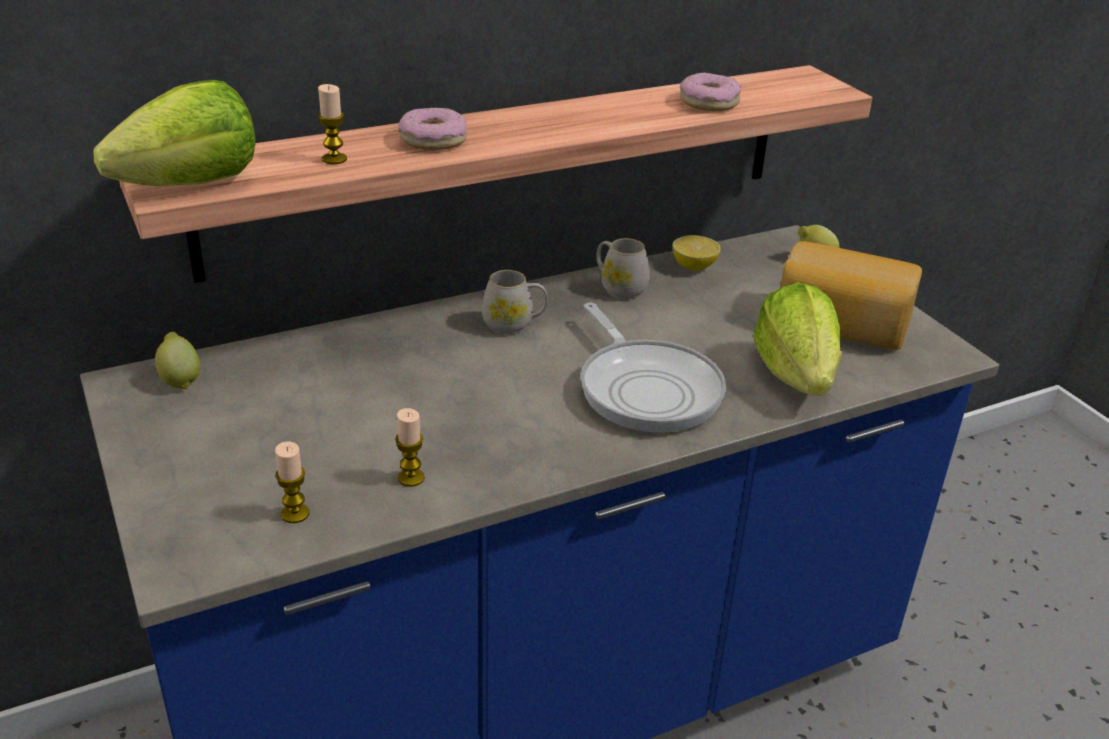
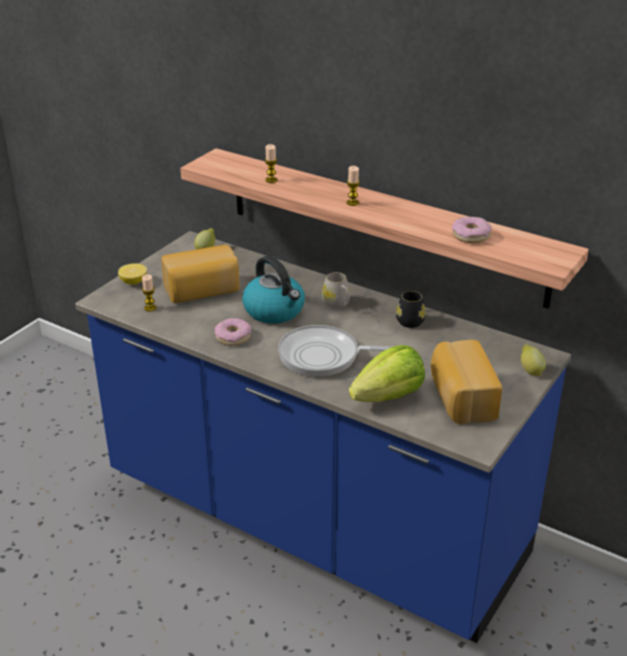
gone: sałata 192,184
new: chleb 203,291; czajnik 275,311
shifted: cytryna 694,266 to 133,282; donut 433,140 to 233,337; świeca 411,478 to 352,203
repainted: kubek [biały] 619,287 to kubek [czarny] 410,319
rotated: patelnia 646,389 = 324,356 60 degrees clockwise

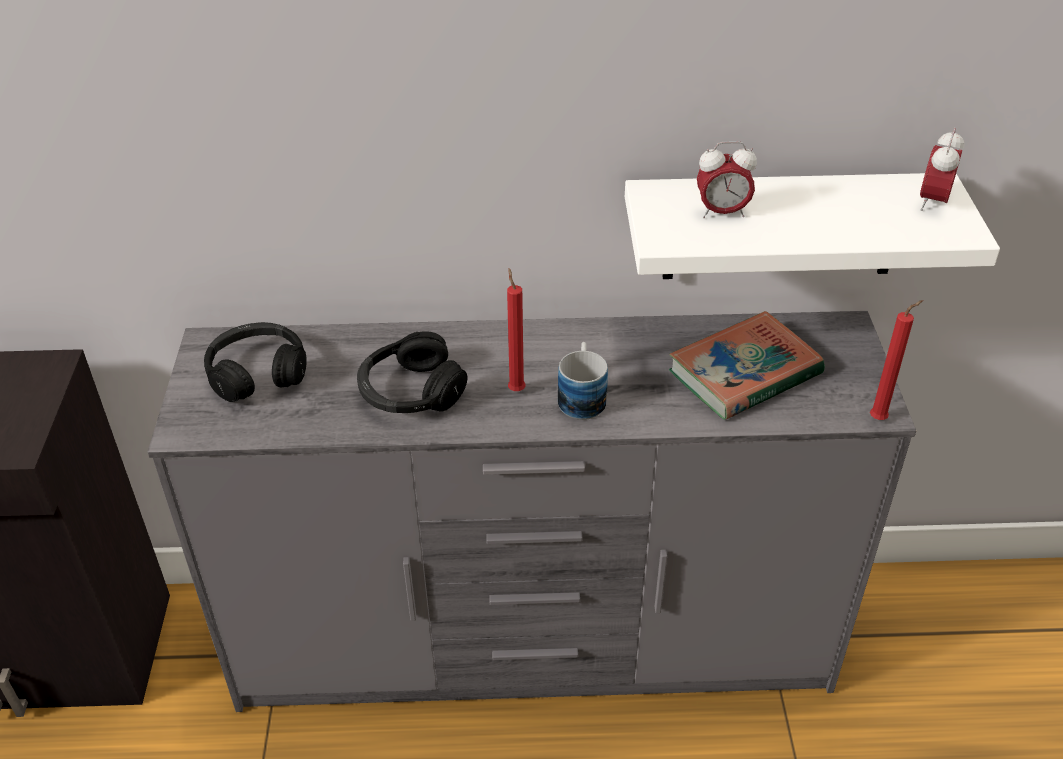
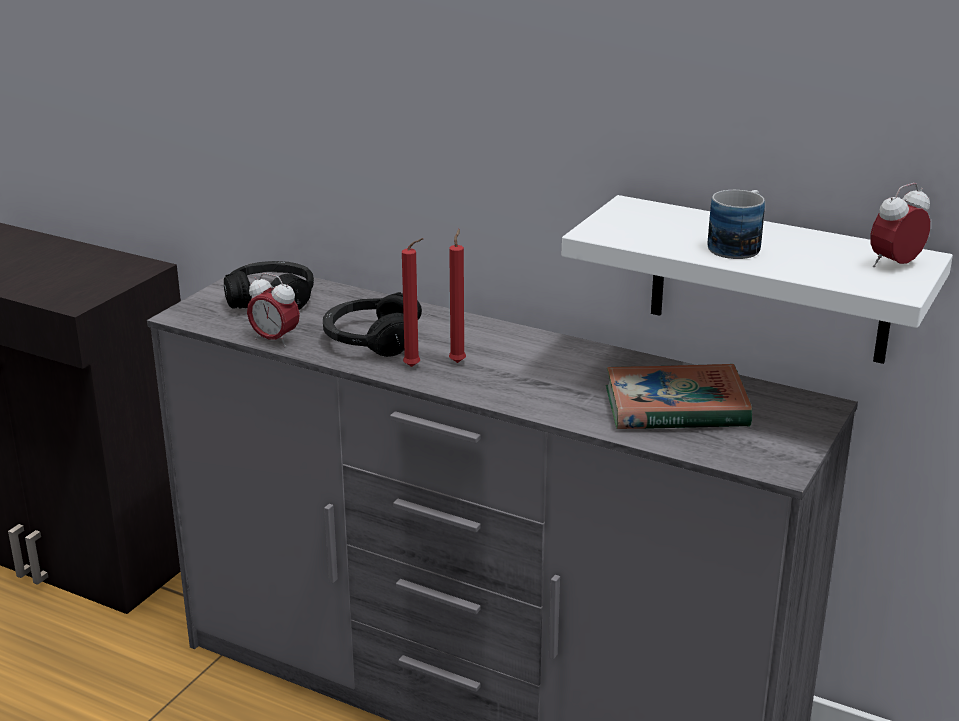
shifted: budzik 722,212 to 275,340; świeca [czerwony] 880,418 to 414,367; kubek 582,396 to 738,245

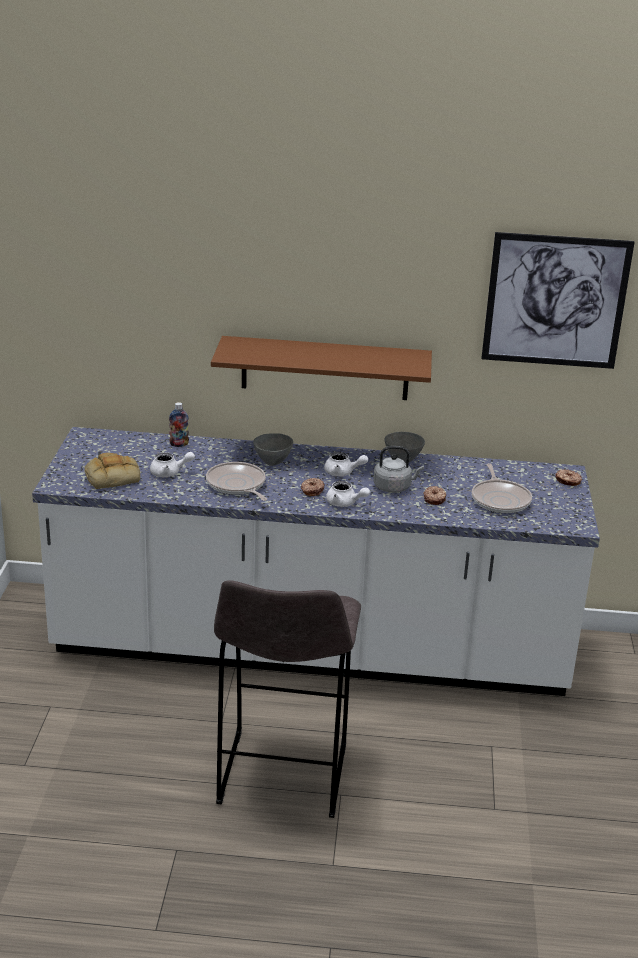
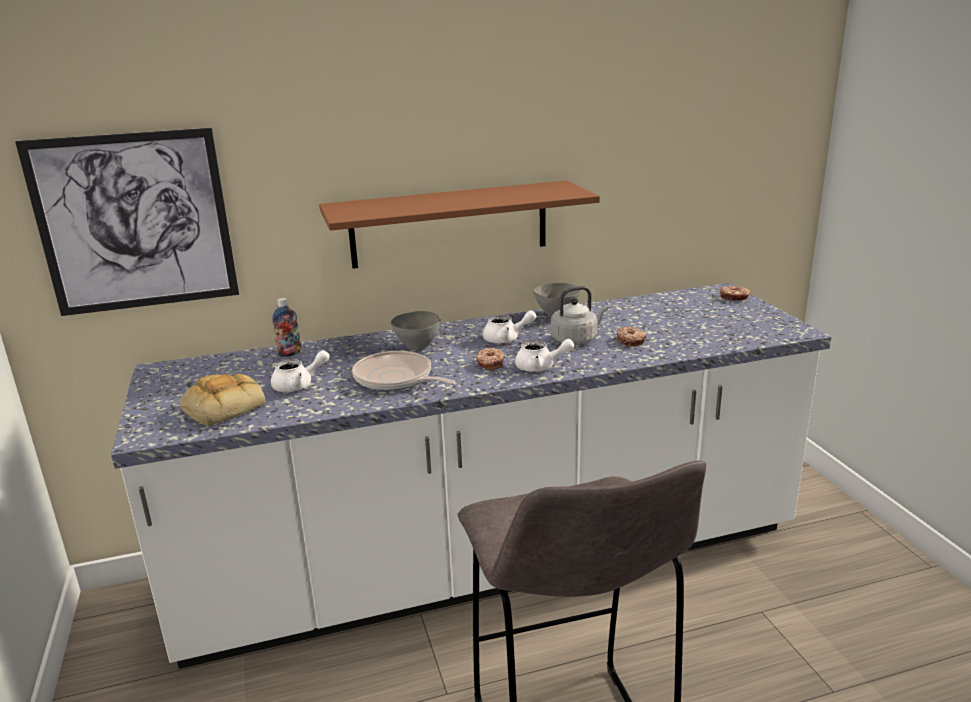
gone: patelnia 500,499
shifted: obraz 555,301 to 135,222

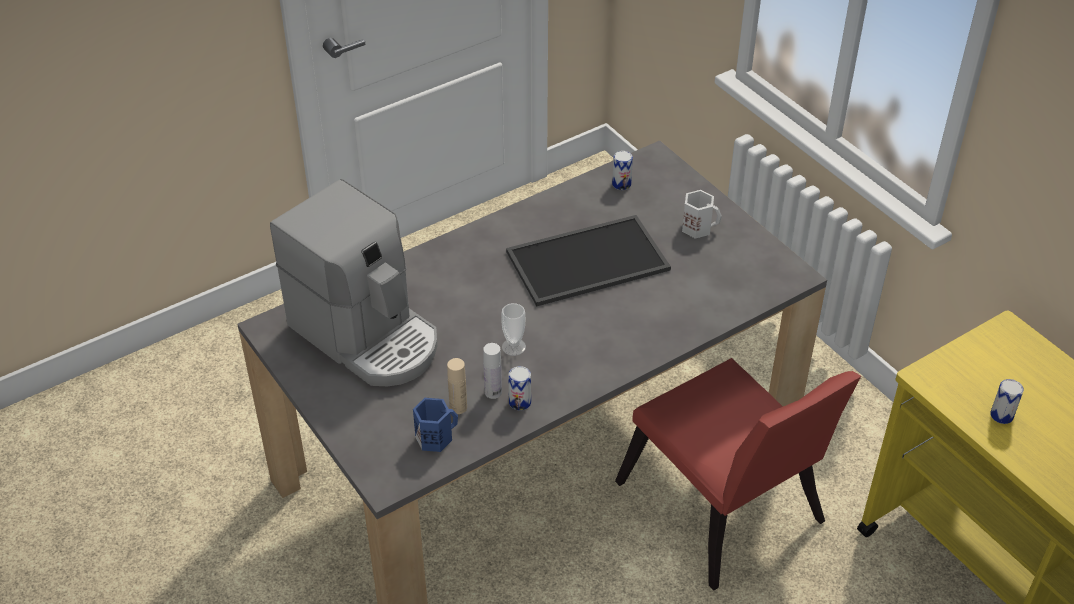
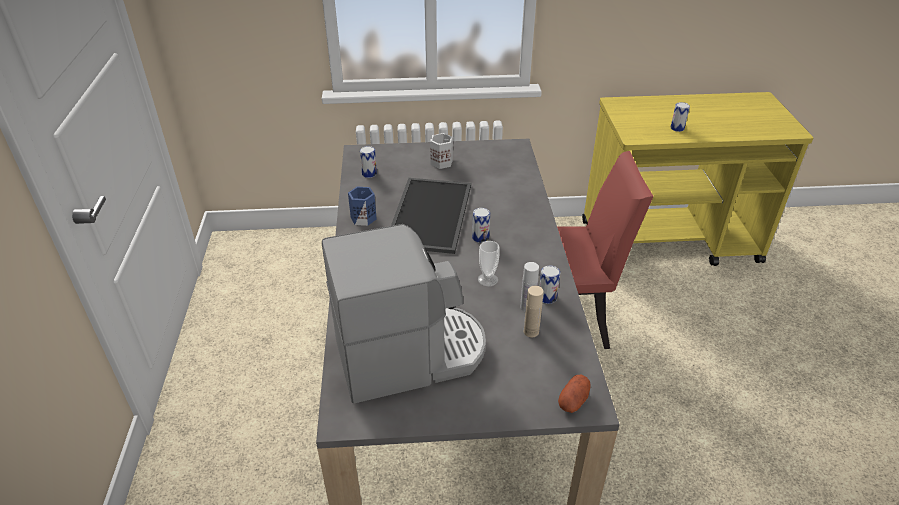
new: puszka 480,238; ziemniak 573,401
shifted: kubek [niebieski] 434,437 to 363,217

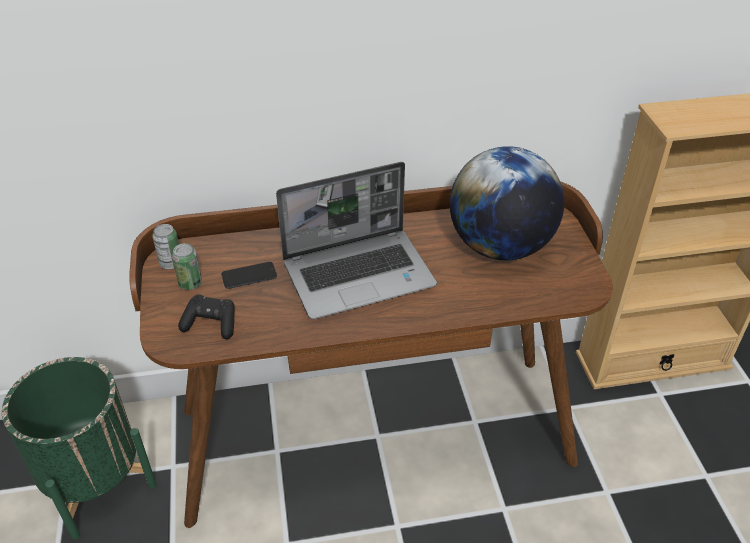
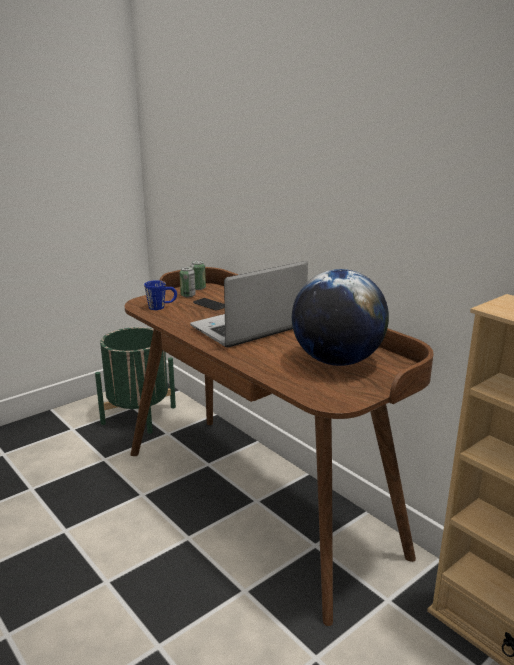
swapped: pad do gier [czarny] 211,324 to kubek [niebieski] 161,307
rotated: laptop 360,274 = 247,328 105 degrees clockwise

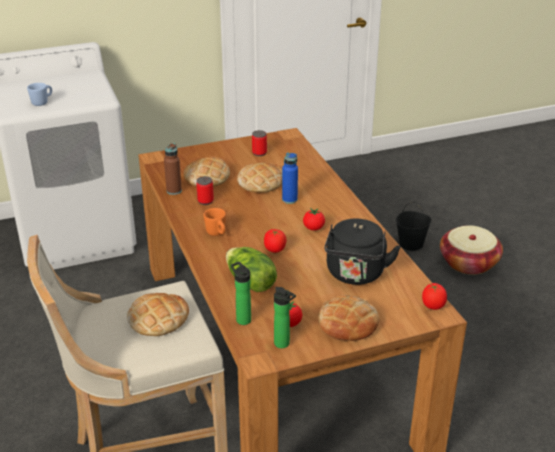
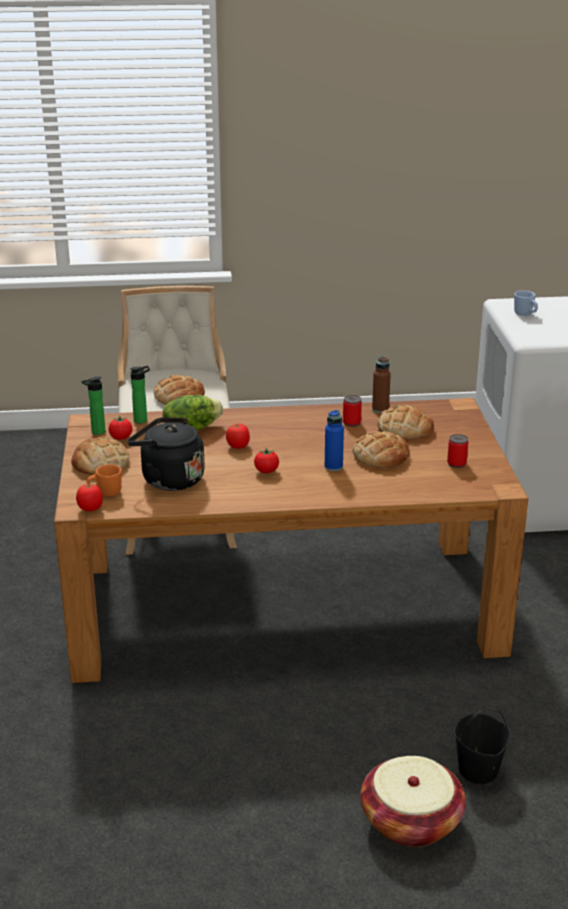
shifted: kubek [pomarańczowy] 217,234 to 105,493

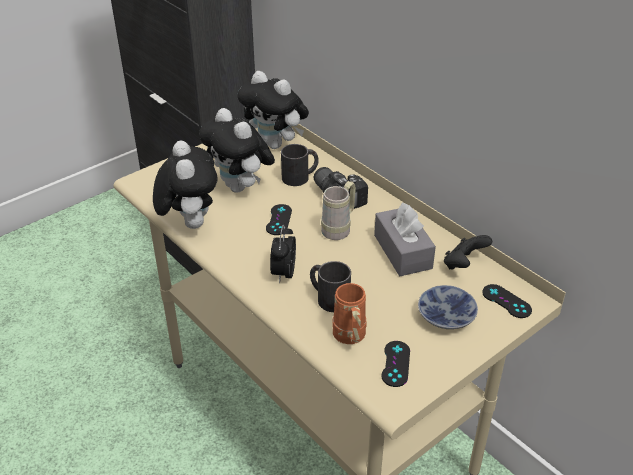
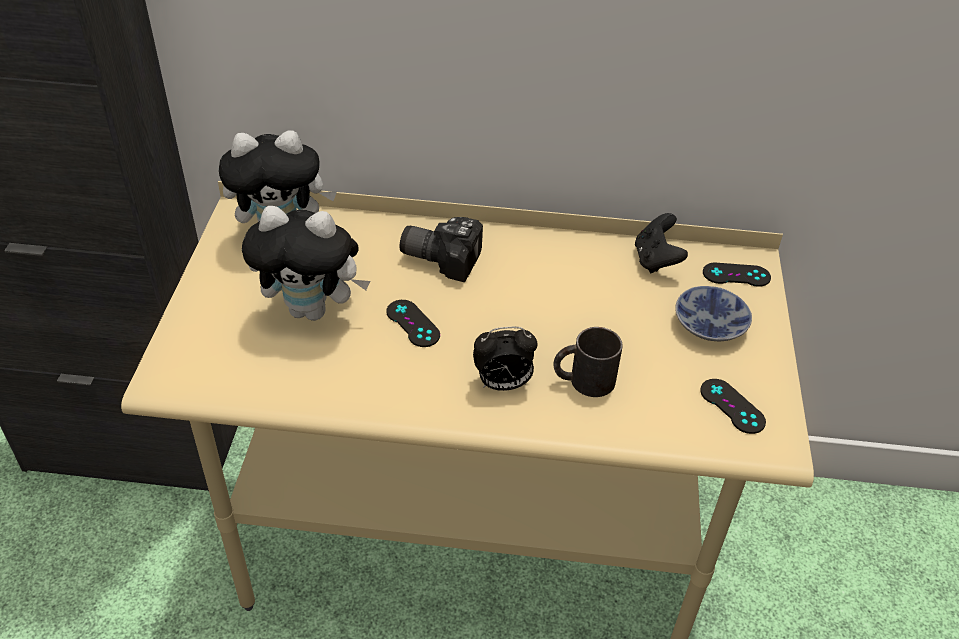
gone: pluszak 189,222; kubek [czarny] 300,177; kubek [beżowy] 339,229; kubek [pomarańczowy] 350,338; pudełko chusteczek [szary] 402,252
rotated: budzik 283,273 = 502,384 60 degrees counterclockwise

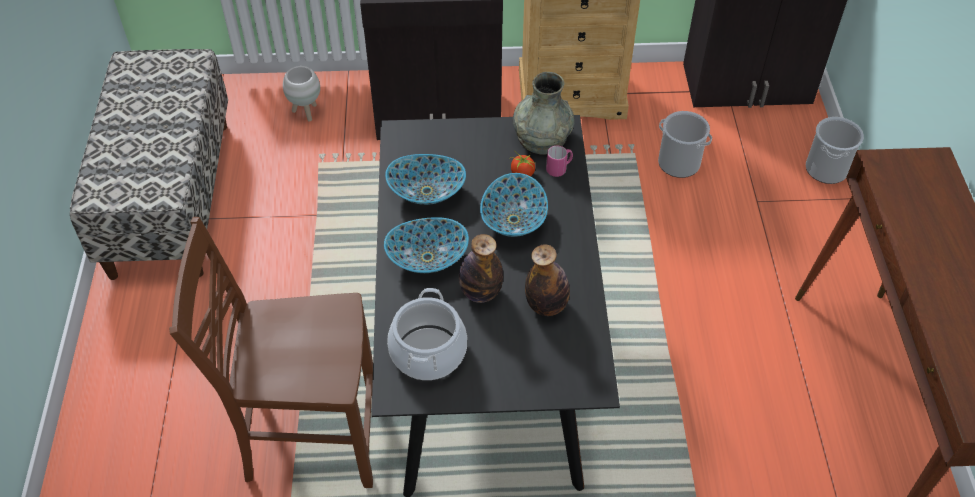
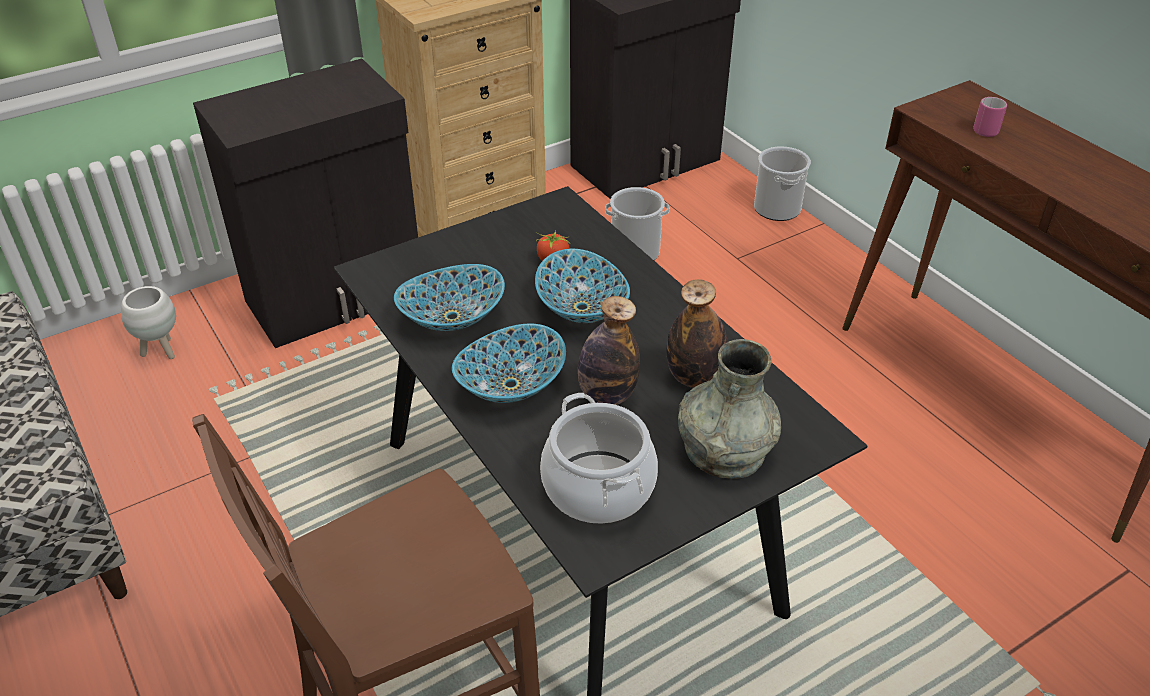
shifted: wazon [szary] 542,136 to 724,449; kubek [różowy] 559,169 to 986,129

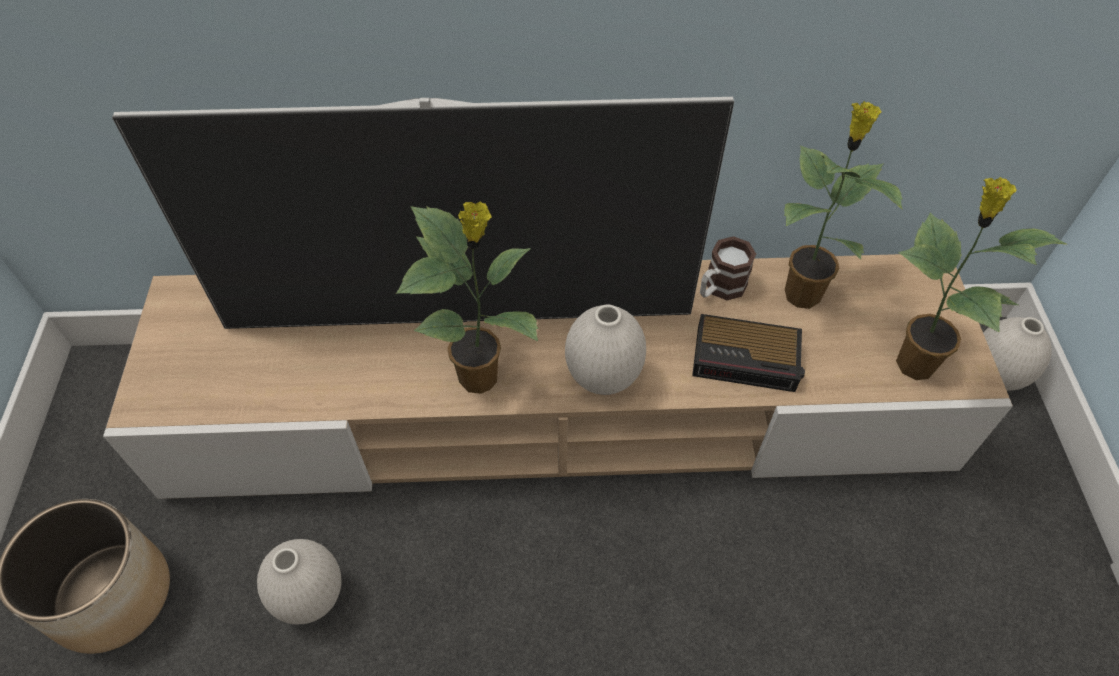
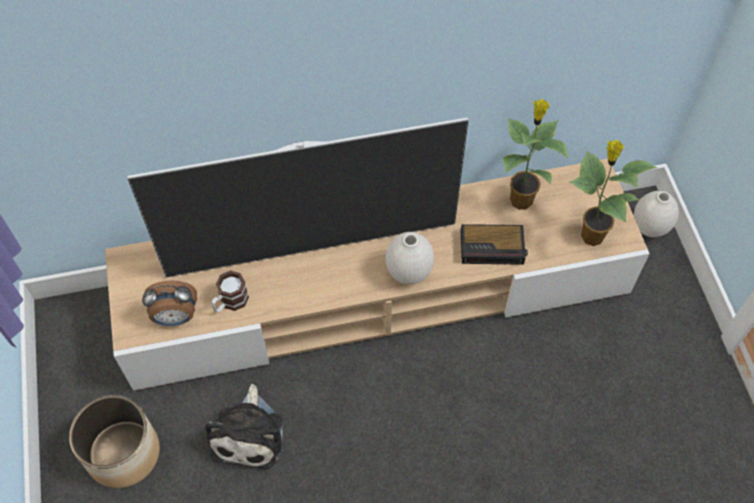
gone: roślina doniczkowa 481,377
new: budzik 175,317
shifted: kubek 719,288 to 230,302
swapped: wazon [biały] 312,597 to pluszak 249,433

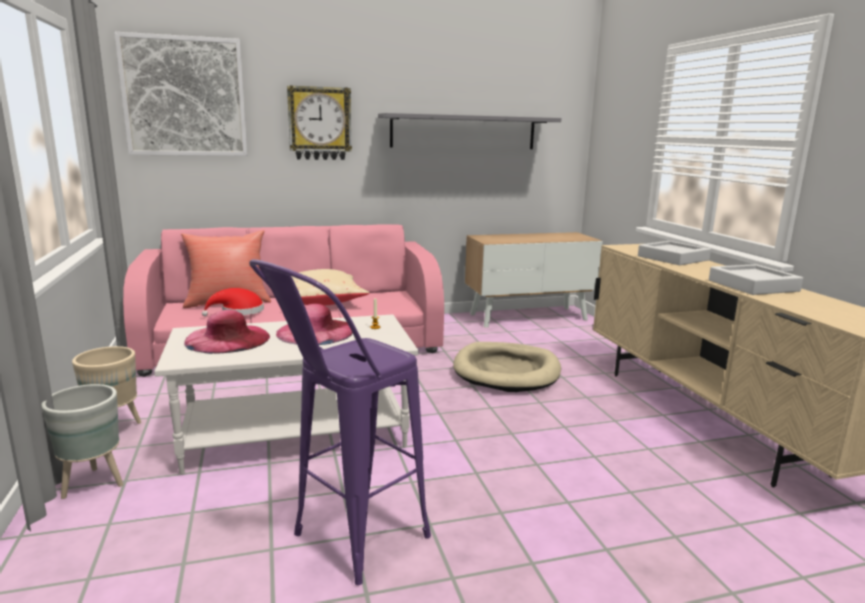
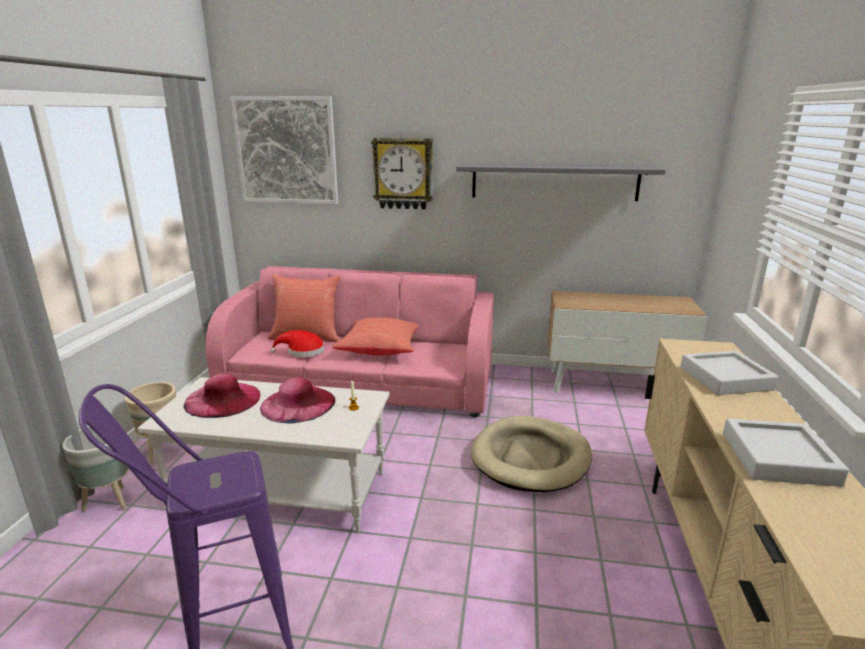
repainted: poduszka [beżowy] 322,302 to poduszka [czerwony] 380,349

